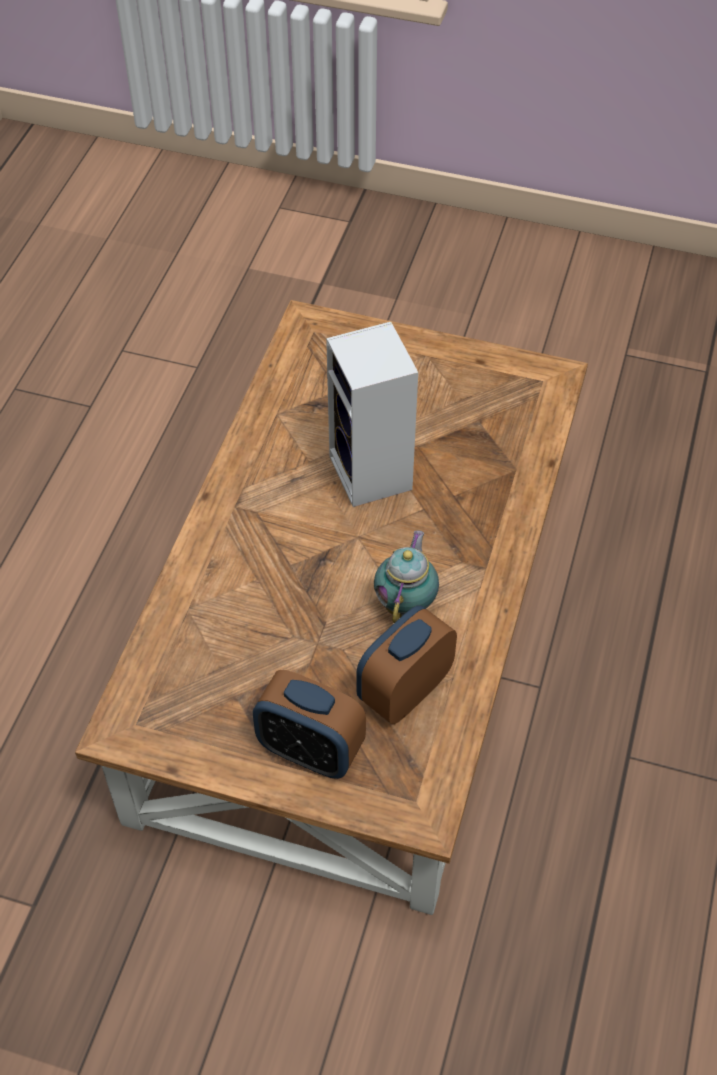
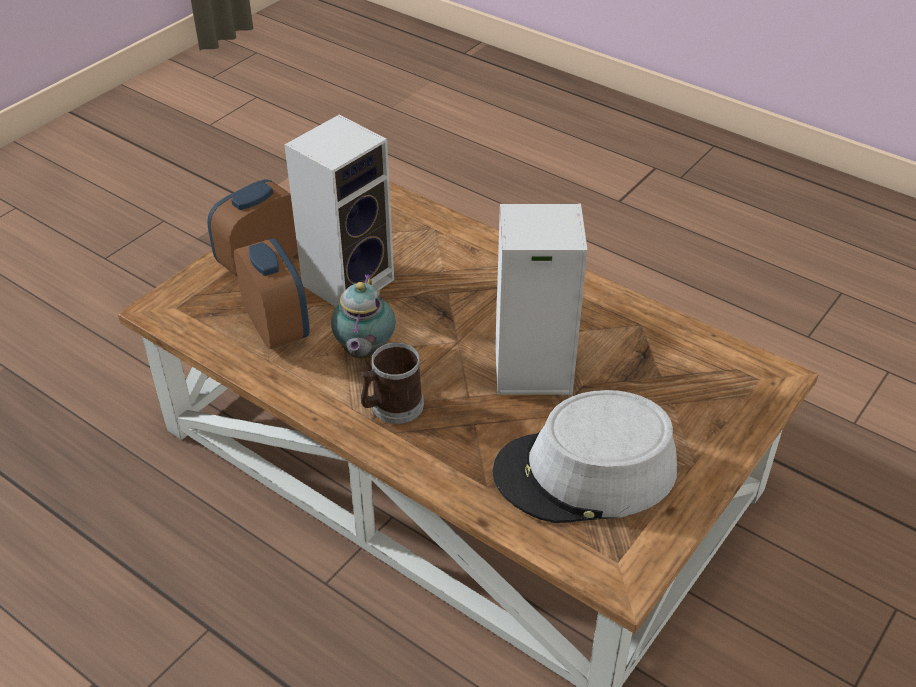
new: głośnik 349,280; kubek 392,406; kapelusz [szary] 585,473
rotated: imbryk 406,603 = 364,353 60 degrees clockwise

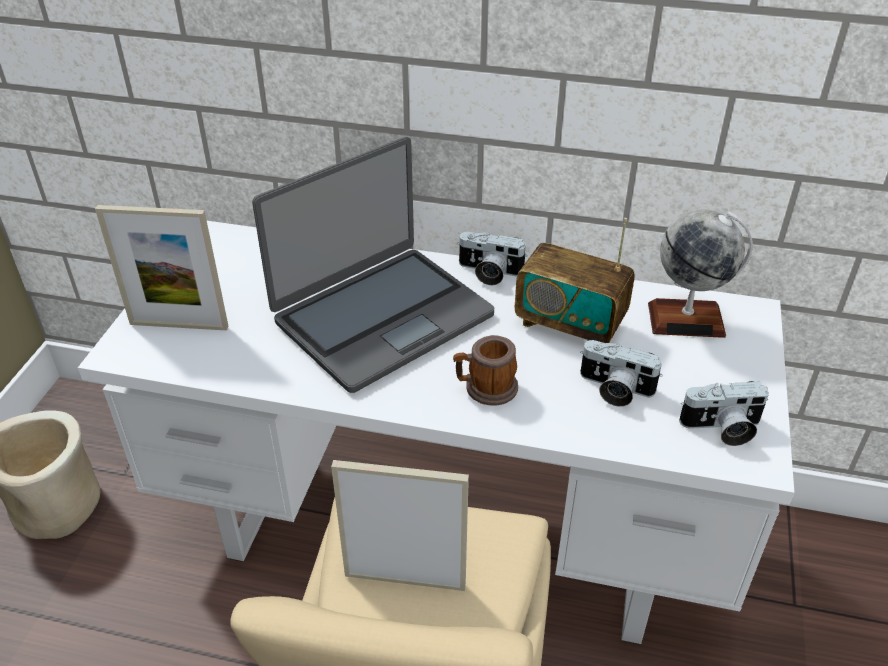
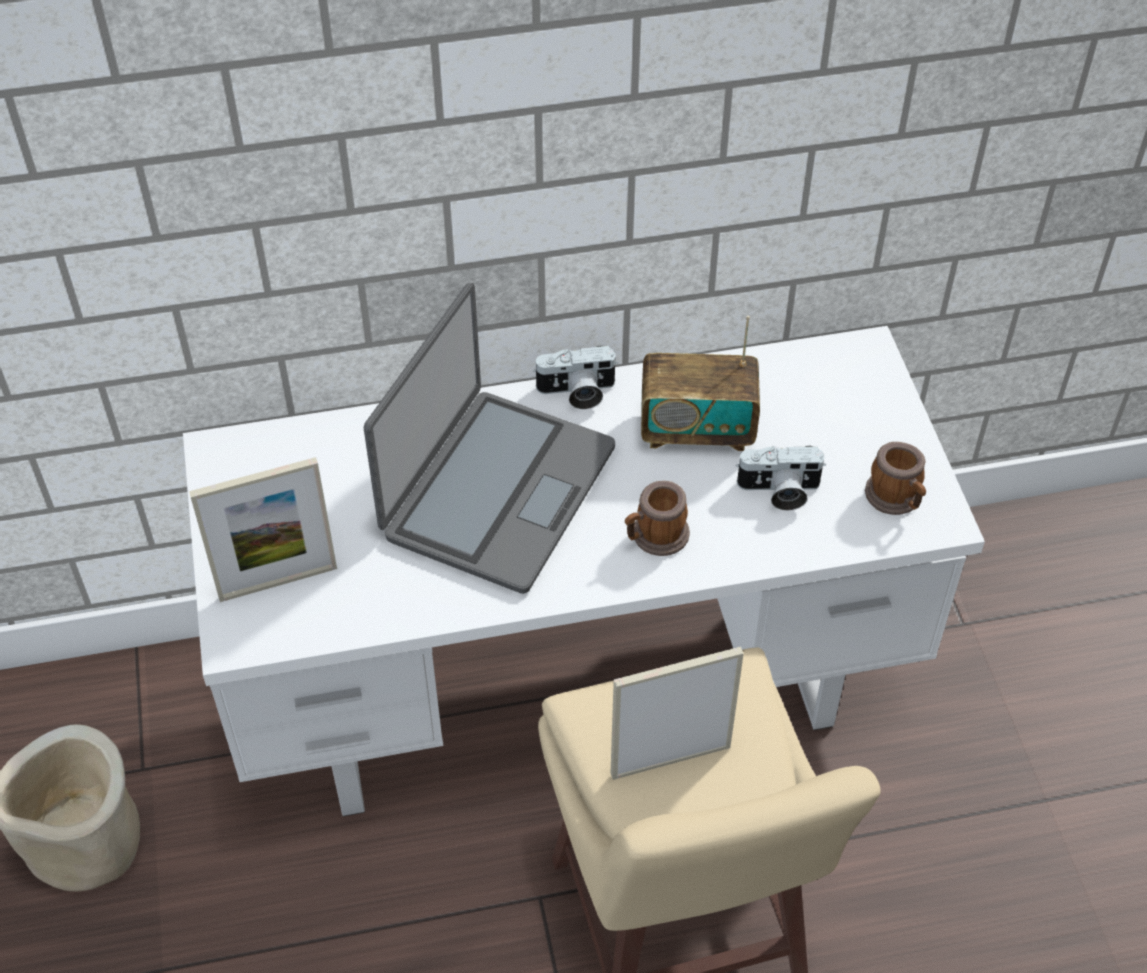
gone: globus 686,319
swapped: aparat fotograficzny 722,429 to kubek 896,498

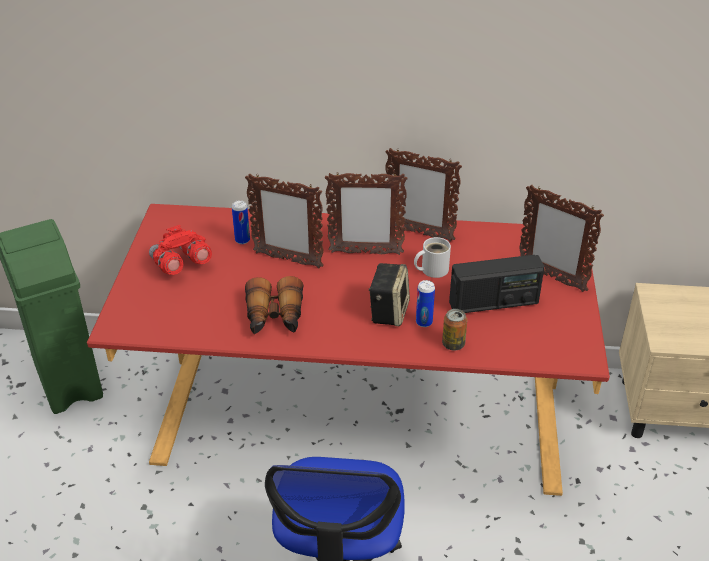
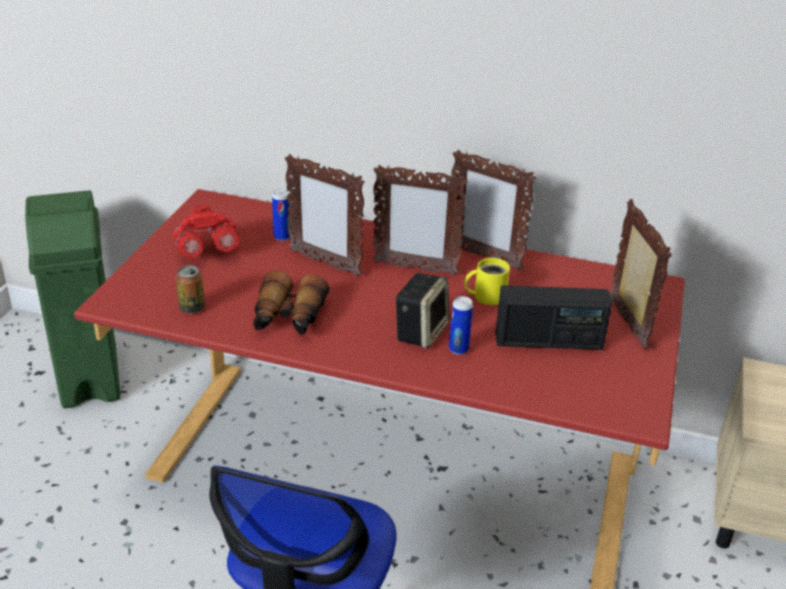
shifted: puszka 453,344 to 192,308
repainted: kubek [biały] 432,269 to kubek [żółty] 486,296
rotated: ramka na zdjęcie 551,277 = 627,324 150 degrees counterclockwise

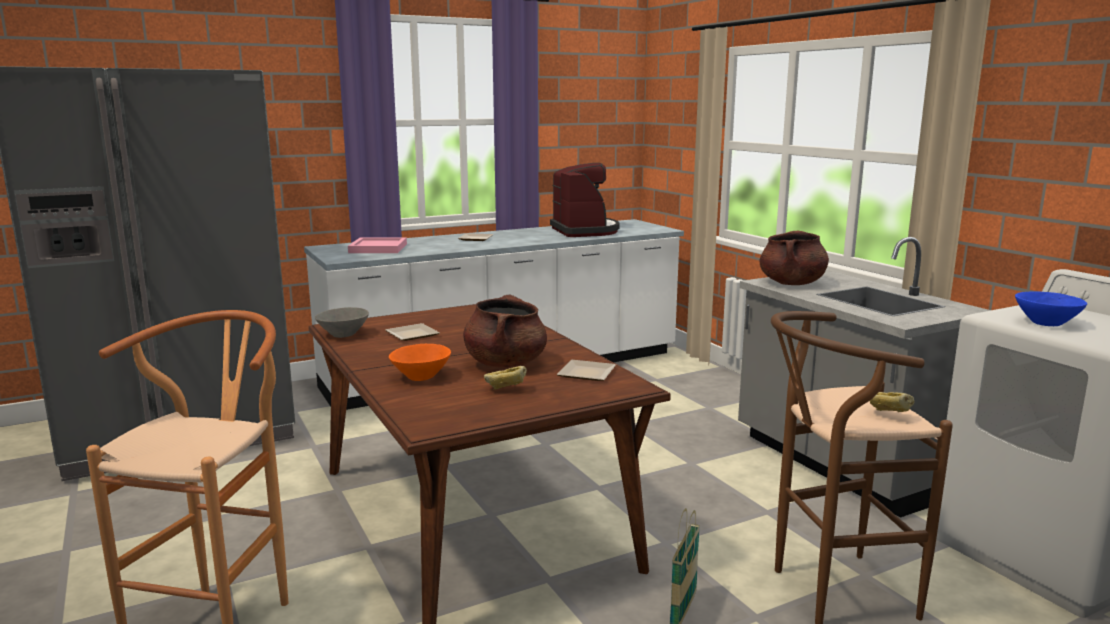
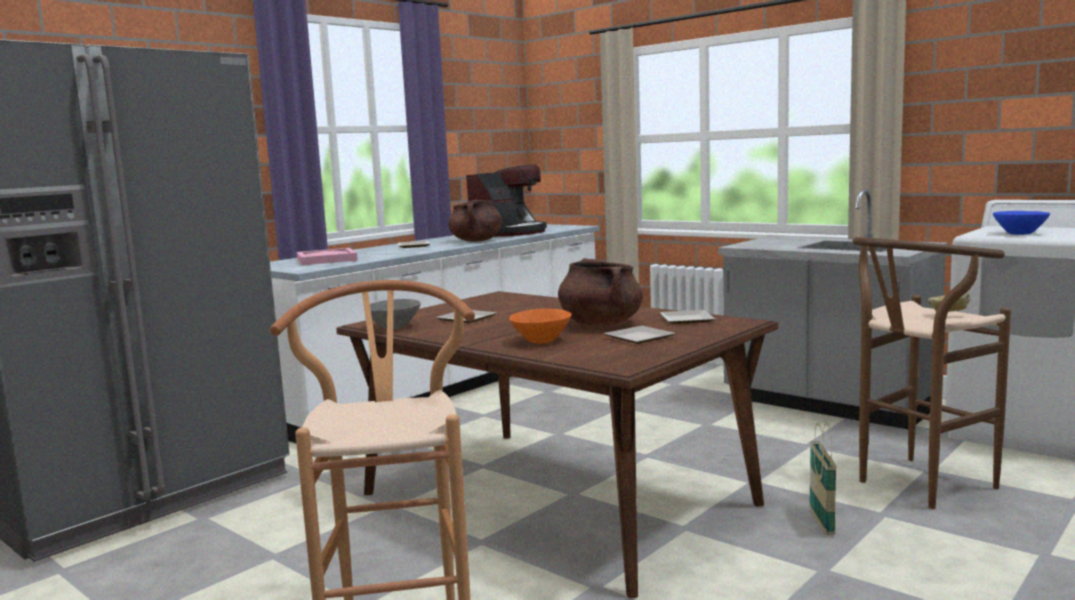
shifted: garnek [brązowy] 792,283 to 476,241
swapped: chleb 505,390 to talerz 639,337
rotated: ekspres do kawy 585,231 = 509,233 75 degrees clockwise

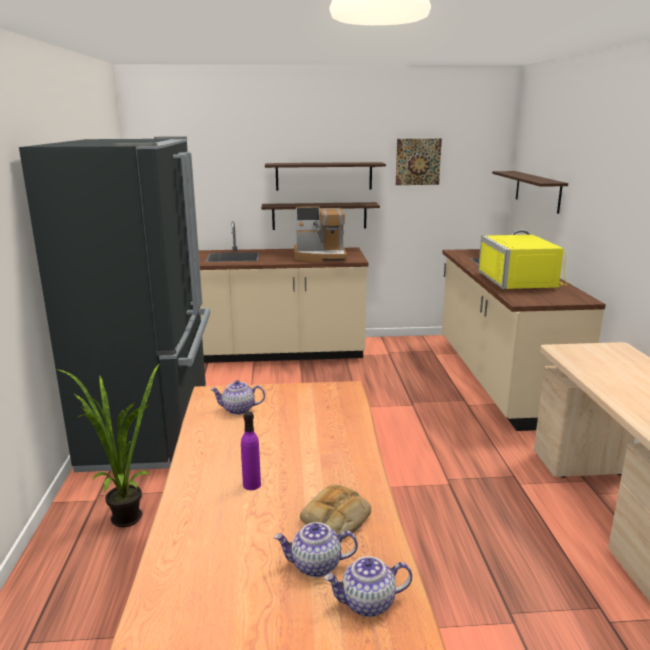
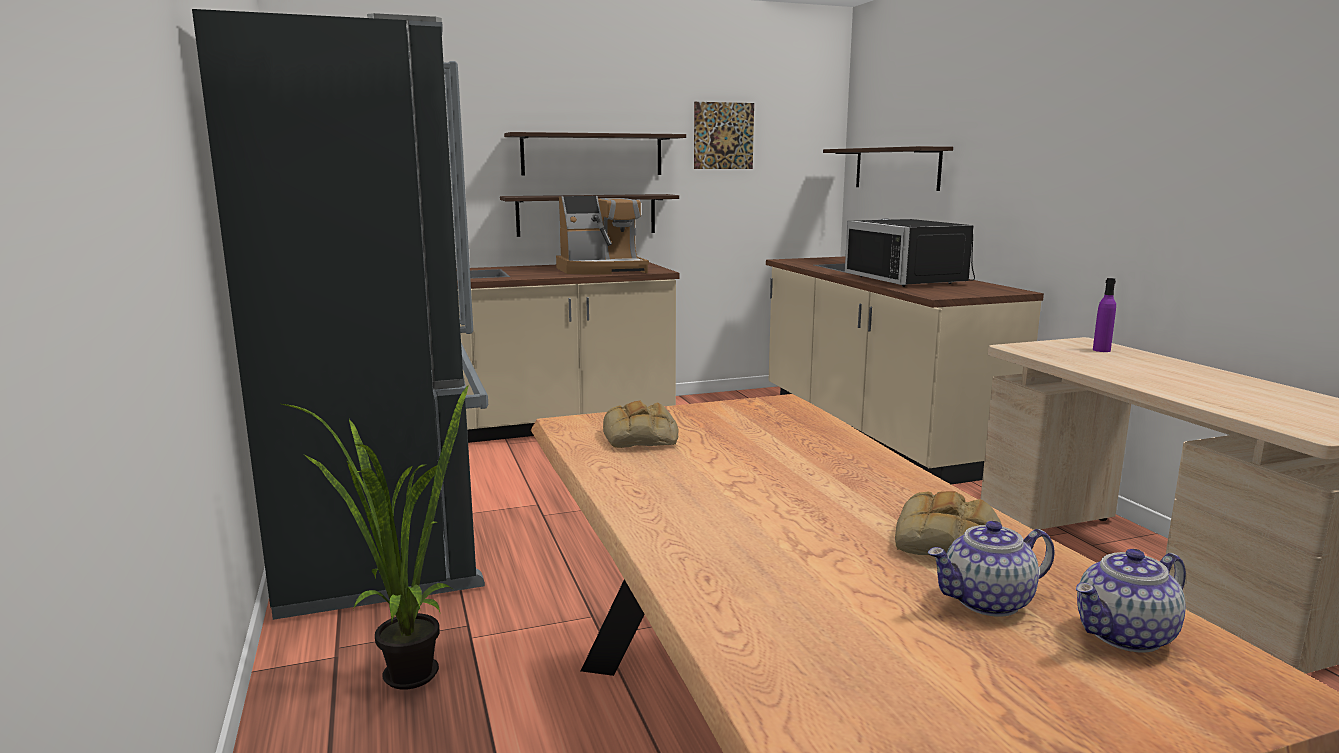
shifted: butelka [fioletowy] 251,485 to 1101,350
swapped: imbryk 238,410 to chleb 641,437
repainted: mikrofalówka [żółty] 522,281 to mikrofalówka [czarny] 912,280

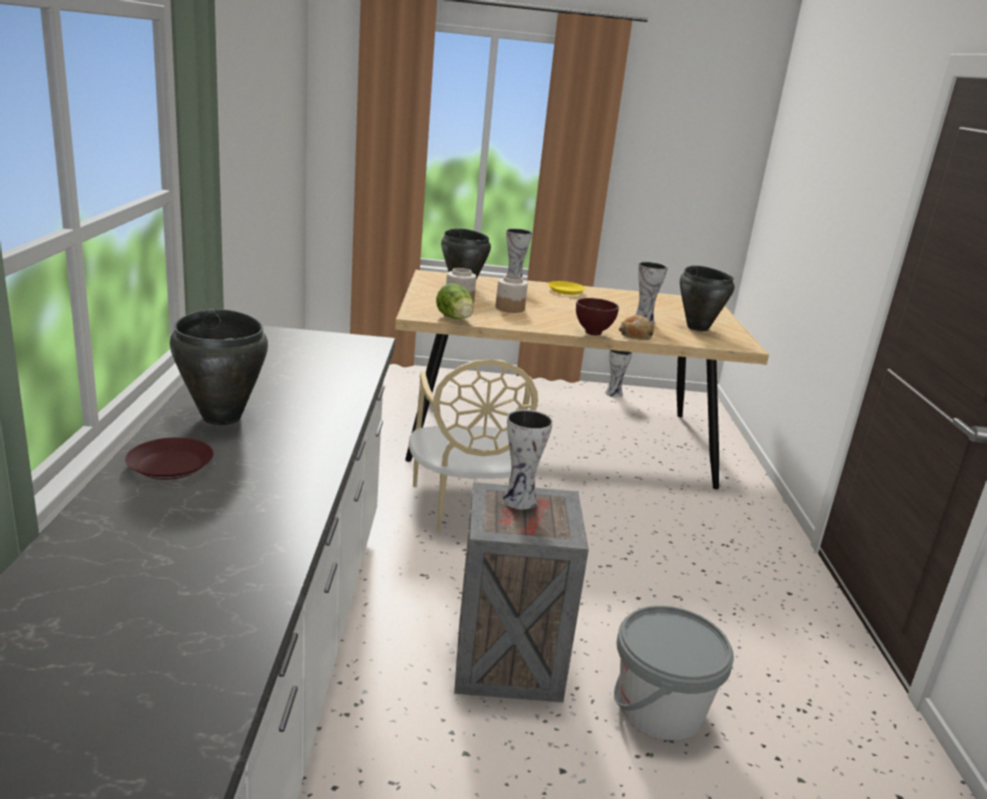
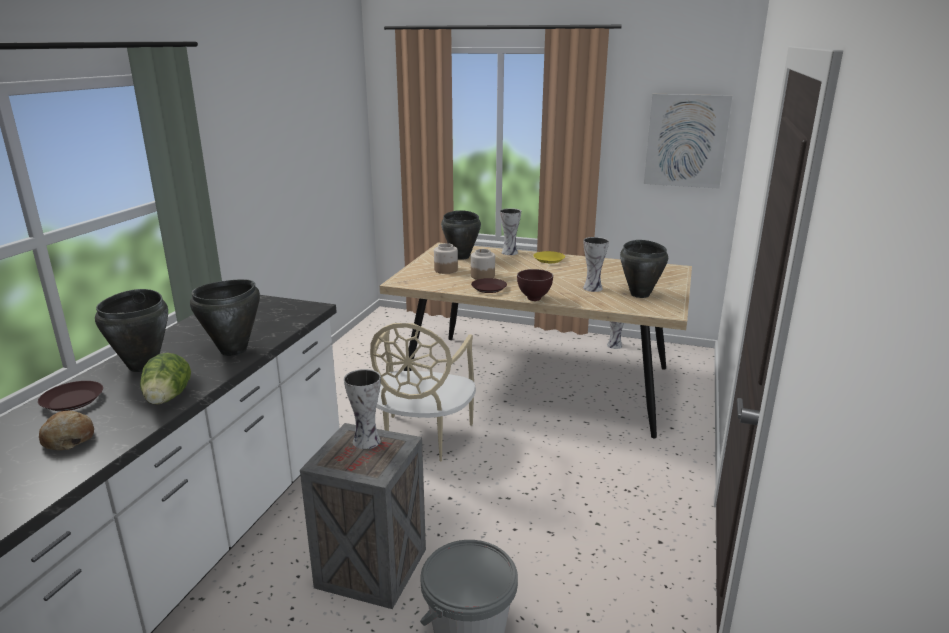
new: garnek [czarny] 234,350; talerz [brązowy] 489,288; obraz 686,140
shifted: chleb 636,335 to 68,438; sałata 455,319 to 167,399

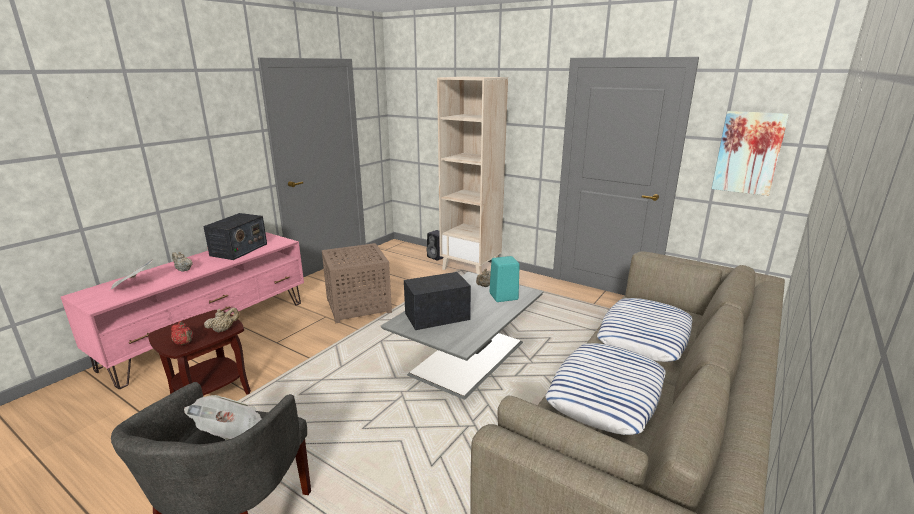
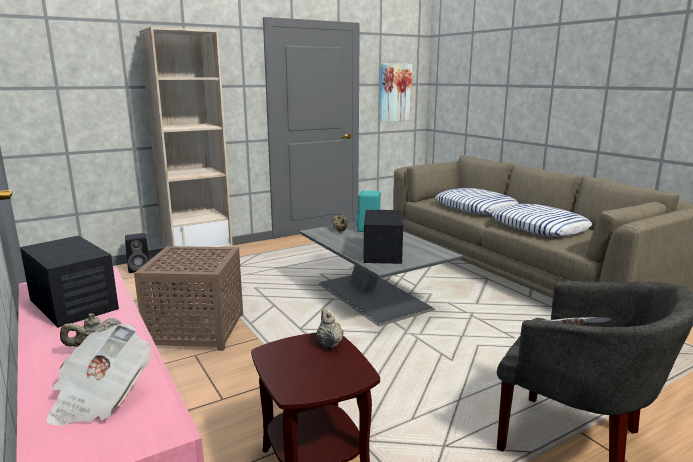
gone: imbryk [czerwony] 184,343

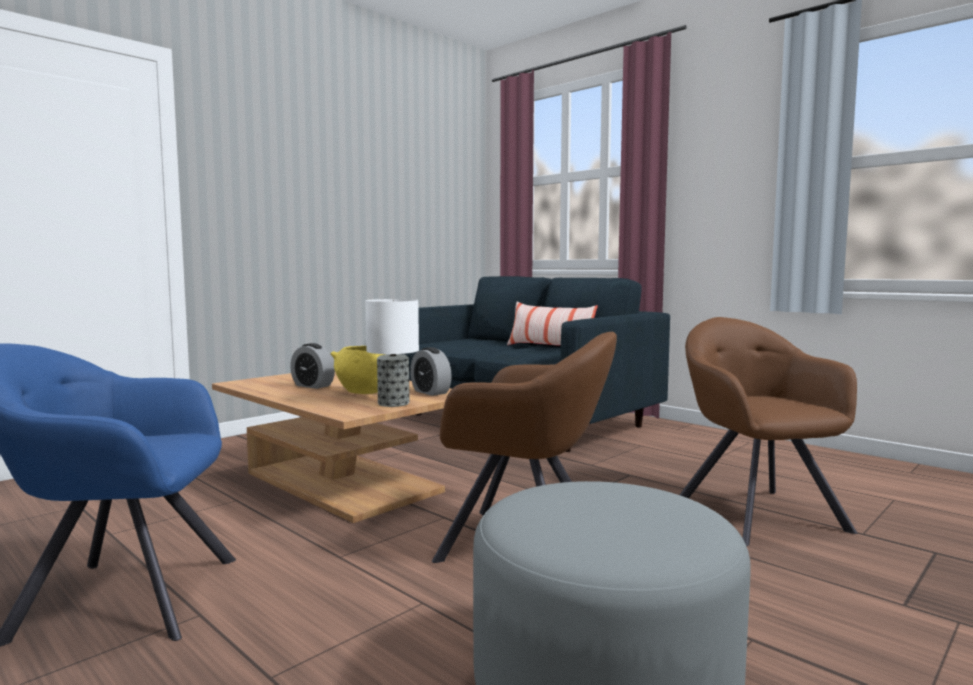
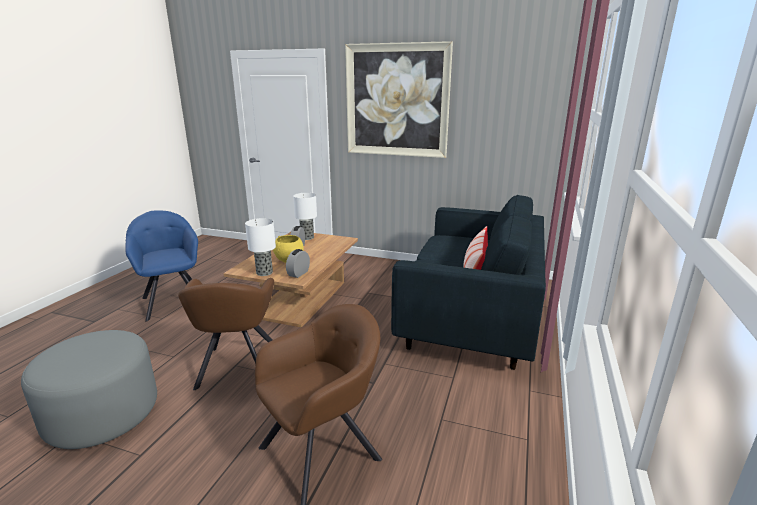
new: lampa stołowa 307,238; obraz 397,101

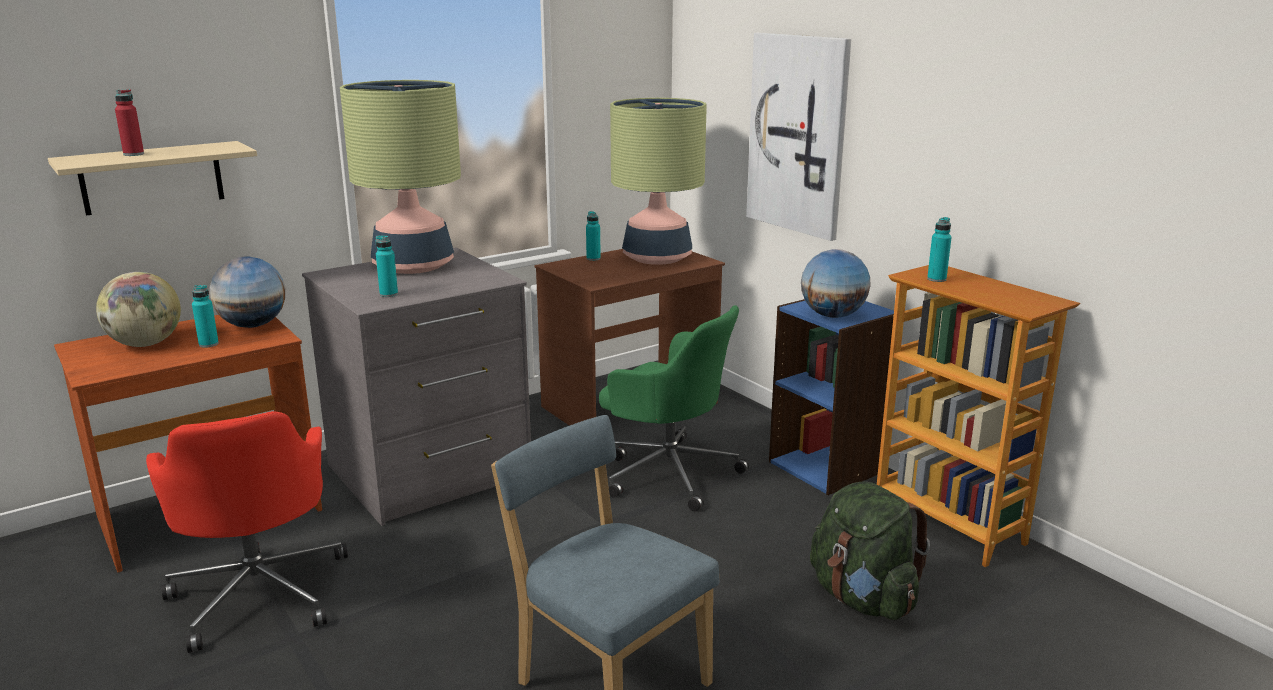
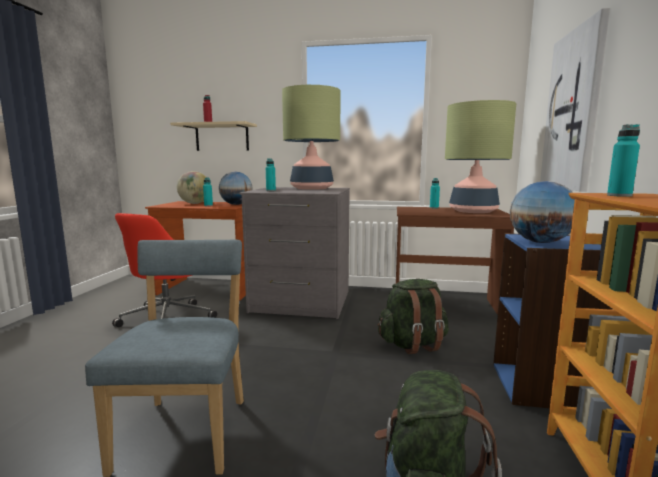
swapped: krzesło biurowe [zielony] 669,472 to plecak [zielony] 413,344

